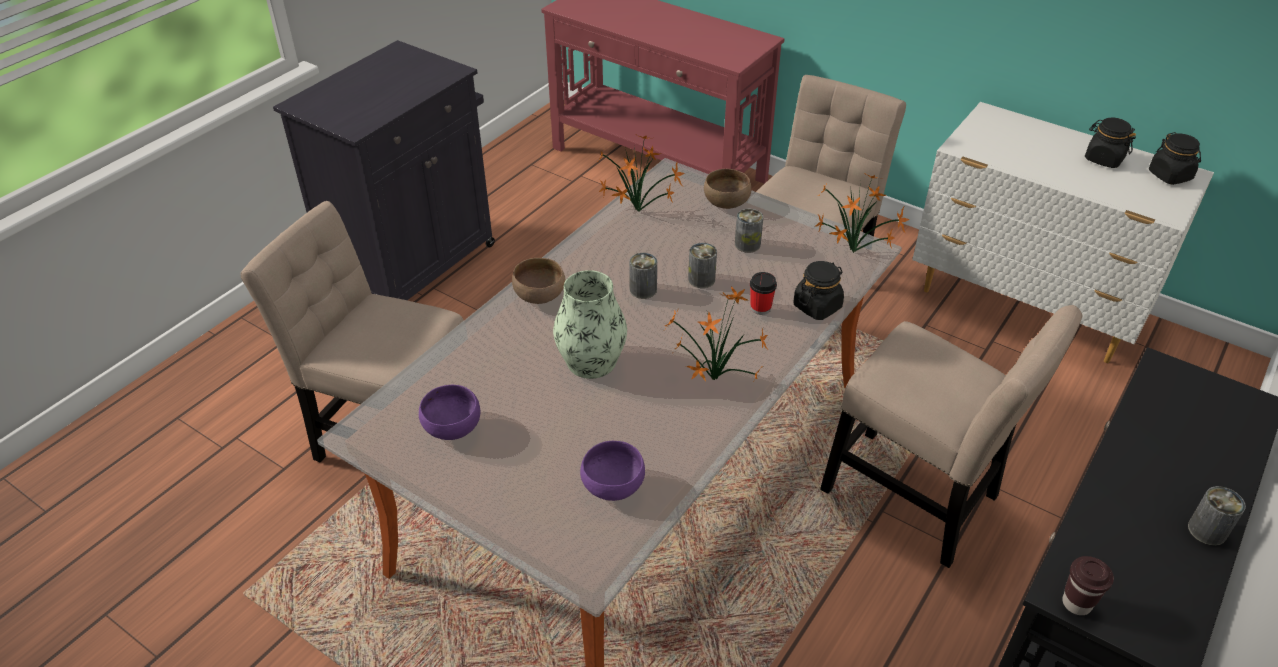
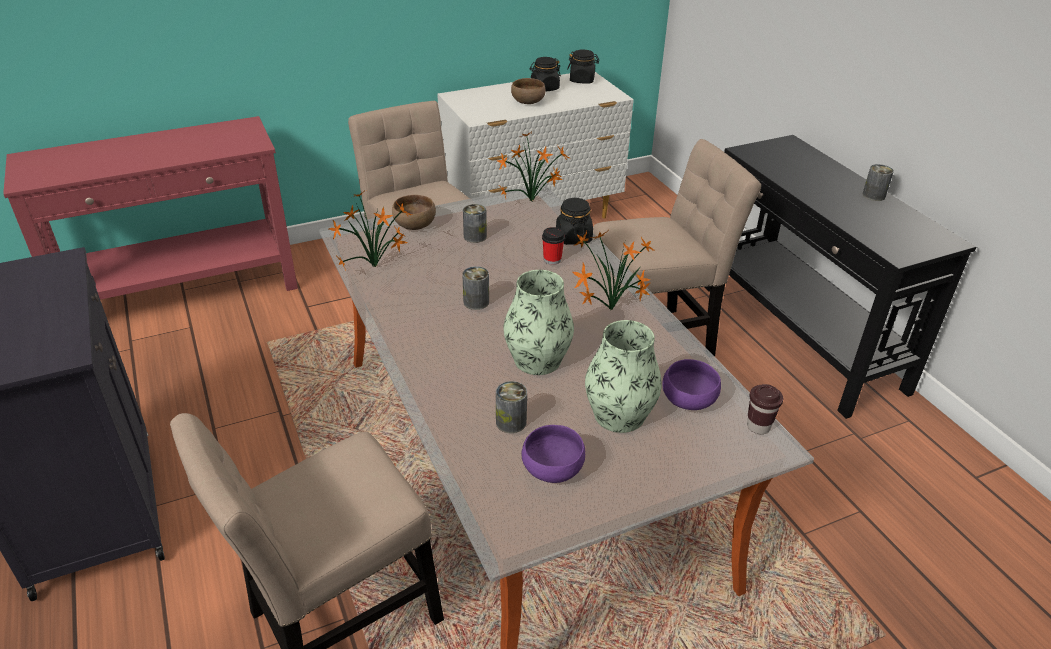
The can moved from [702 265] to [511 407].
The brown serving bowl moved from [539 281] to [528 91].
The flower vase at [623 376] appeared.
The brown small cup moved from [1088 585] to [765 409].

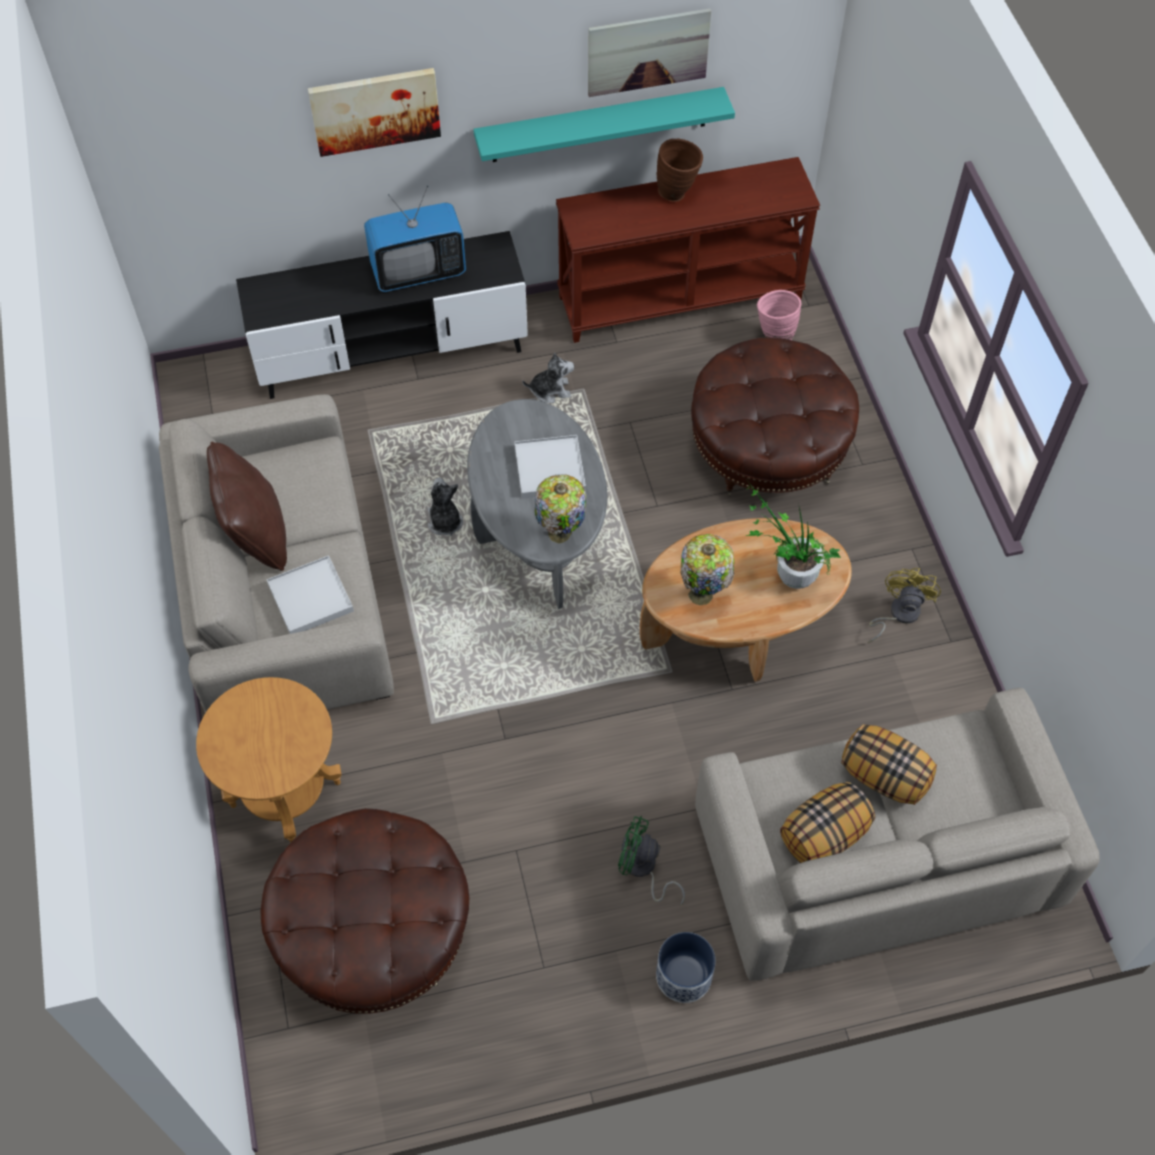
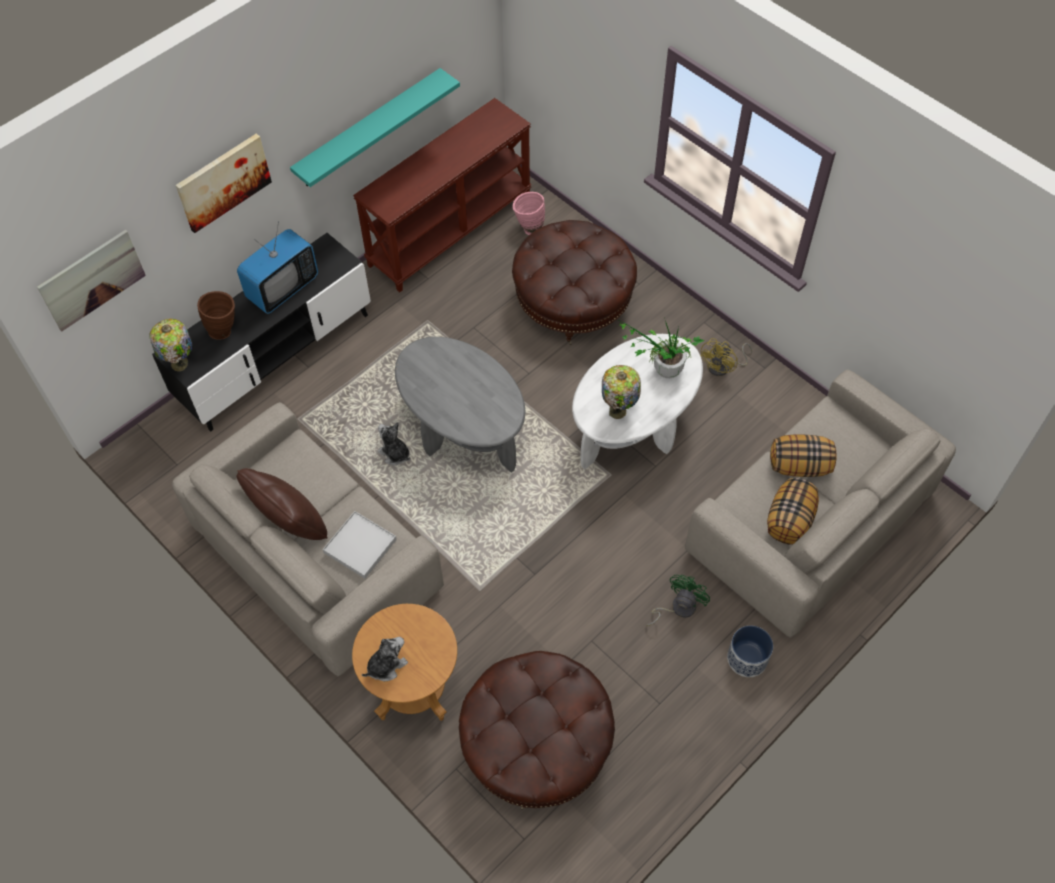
The wall picture moved from [649 52] to [91 280].
The lamp for a table moved from [560 509] to [170 345].
The brown flower vase moved from [680 170] to [216 315].
The soft toy moved from [548 378] to [385 659].
The brown low table at [746 600] became the white low table at [637 401].
The green fan at [651 860] turned 135 degrees clockwise.
The yellow fan at [904 605] turned 135 degrees counterclockwise.
The white carrying tray at [550 467] disappeared.

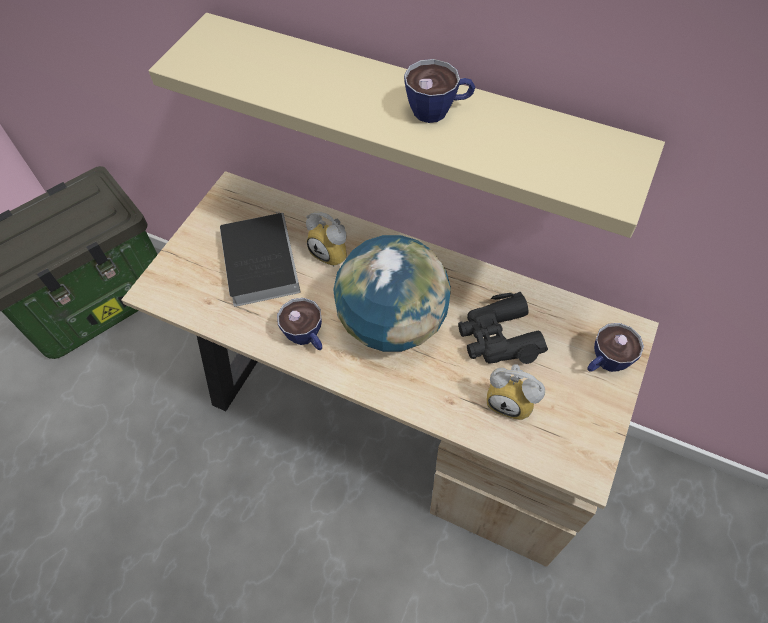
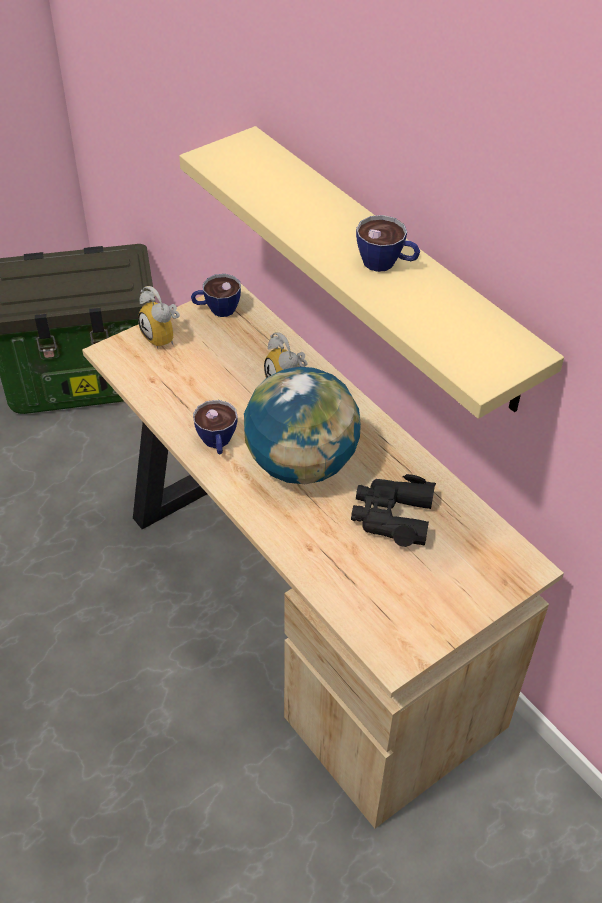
The alarm clock moved from [515 392] to [159 317].
The small cup moved from [615 347] to [216 295].
The volume at [260 259] disappeared.

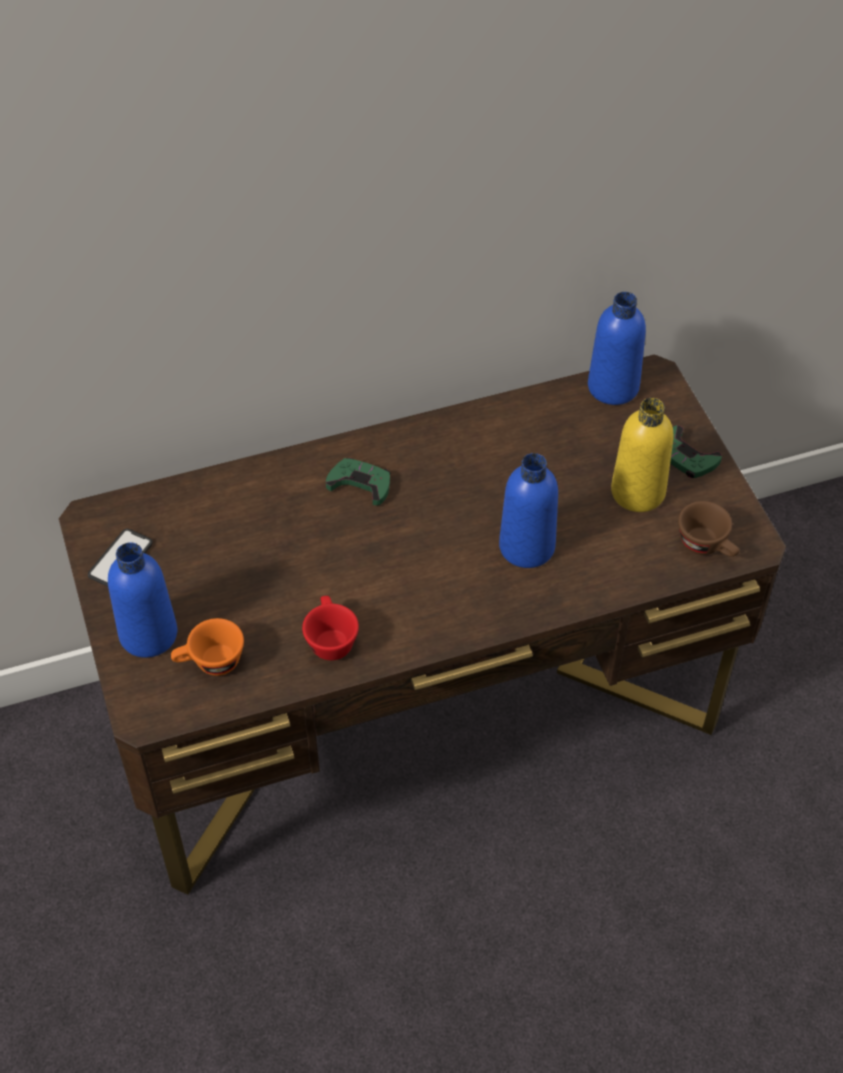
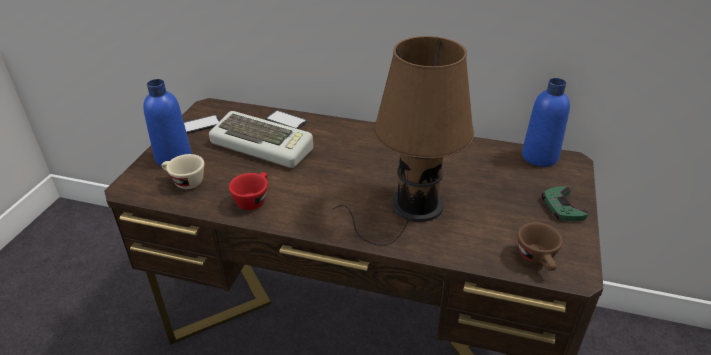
The orange-coloured small cup at [207 647] became the beige small cup at [182 171].
The keyboard at [261 139] appeared.
The telephone at [286 119] appeared.
The bluish drink bottle at [528 510] was replaced by the brown lamp for a table at [403 141].
The green game controller at [358 481] disappeared.
The yellow drink bottle at [642 455] disappeared.

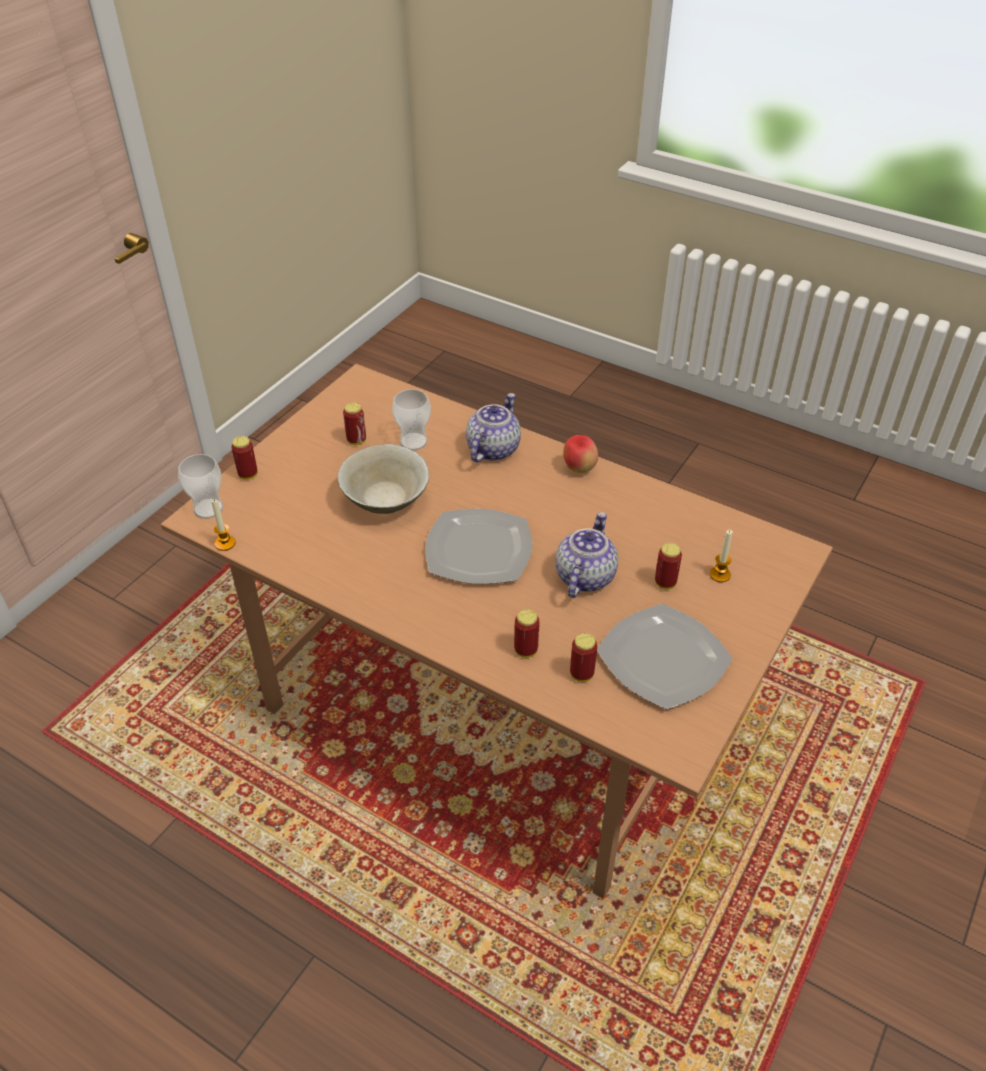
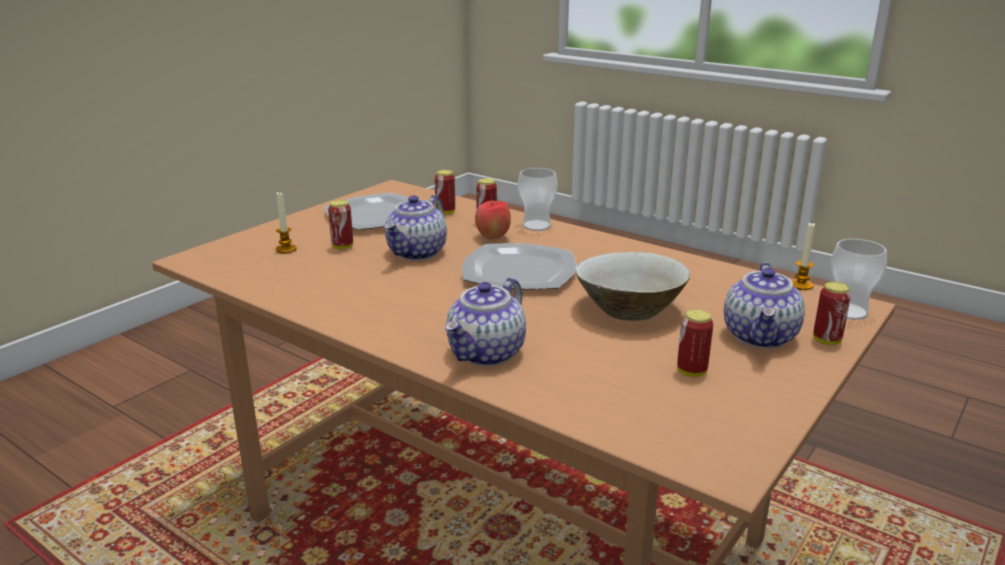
The apple moved from [580 454] to [493 220].
The small cup moved from [411 419] to [538 199].
The tea pot at [764 305] appeared.

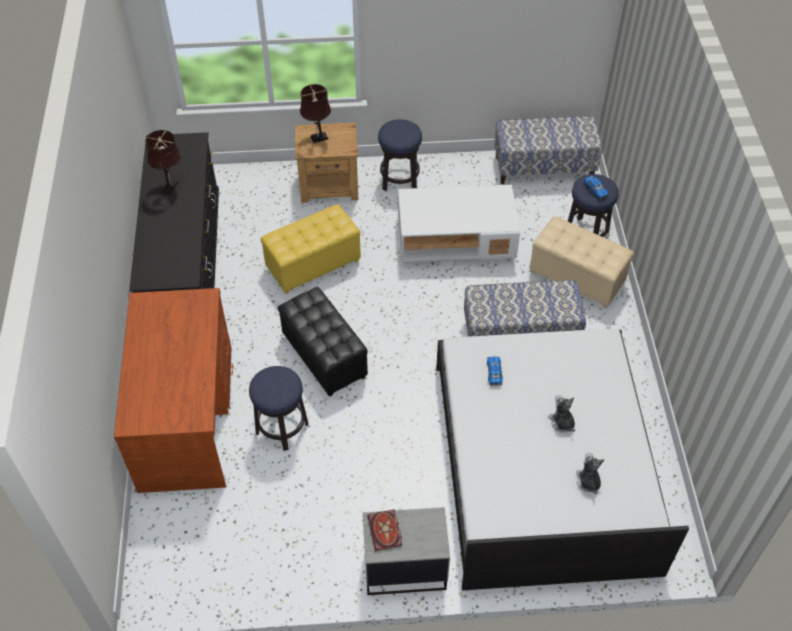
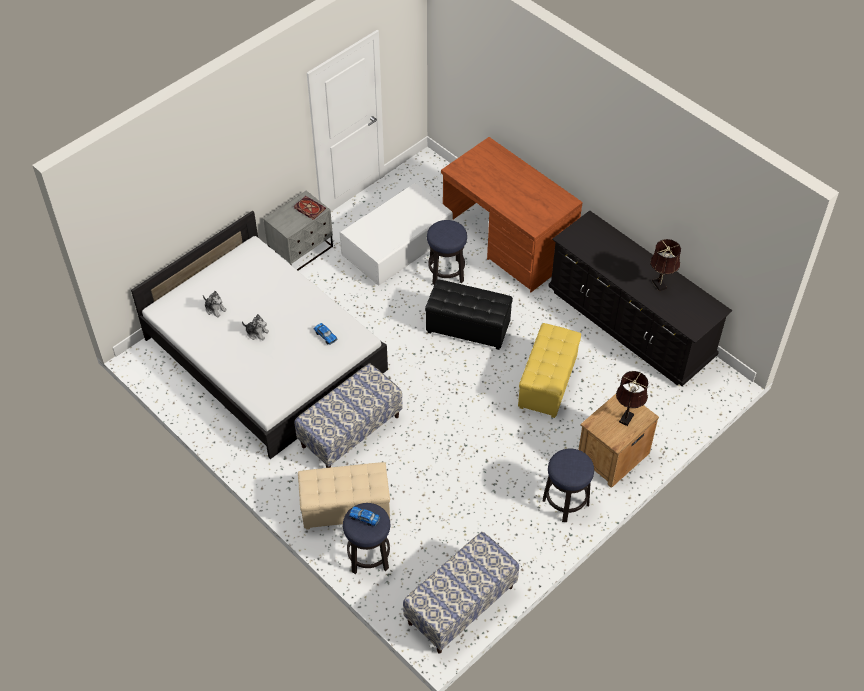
The white low table moved from [459 224] to [396 234].

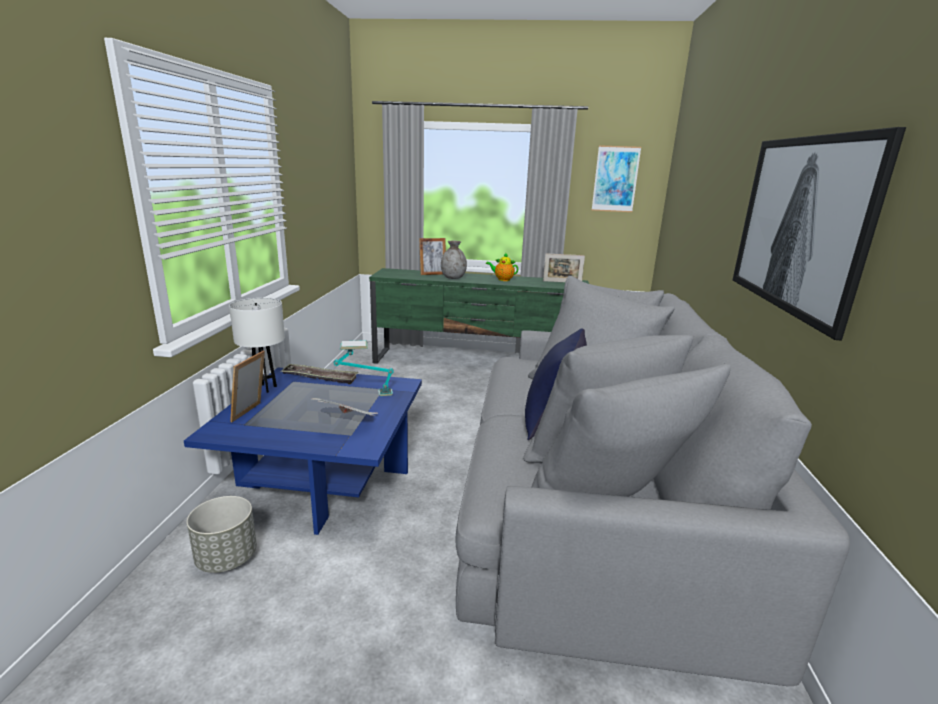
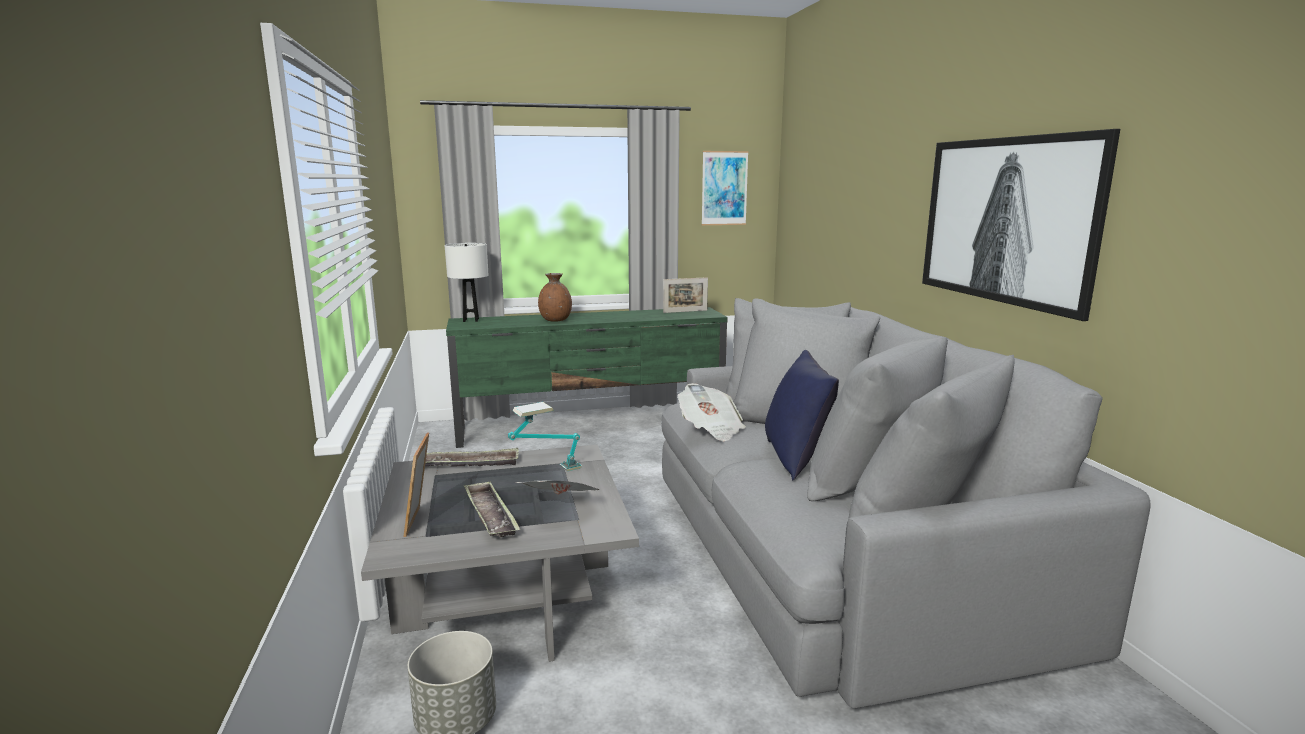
The bluish low table at [303 451] became the greyish low table at [500 553].
The white lamp for a table moved from [257 345] to [466 282].
The carrying tray at [492 509] appeared.
The greyish flower vase at [454 260] became the brown flower vase at [555 297].
The printed paper at [711 412] appeared.
The picture frame at [432 256] disappeared.
The tea pot at [502 266] disappeared.

